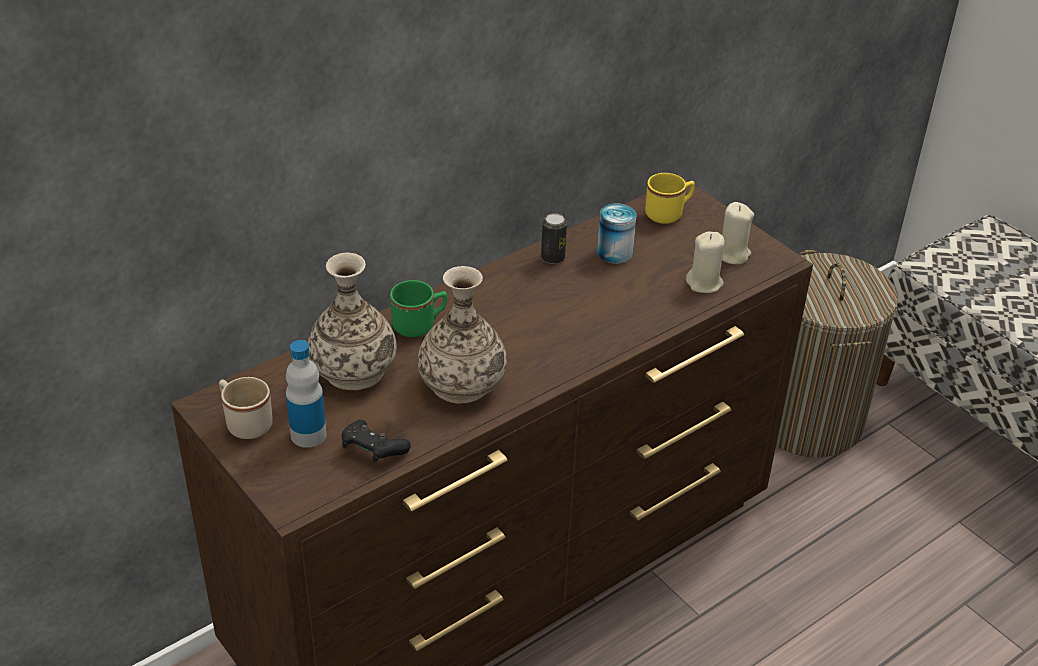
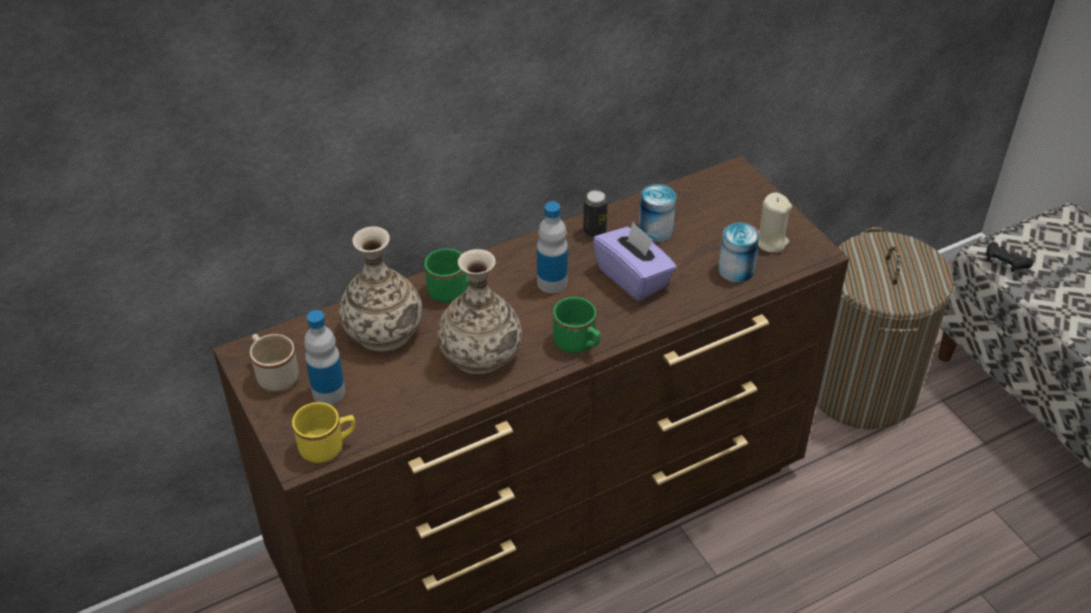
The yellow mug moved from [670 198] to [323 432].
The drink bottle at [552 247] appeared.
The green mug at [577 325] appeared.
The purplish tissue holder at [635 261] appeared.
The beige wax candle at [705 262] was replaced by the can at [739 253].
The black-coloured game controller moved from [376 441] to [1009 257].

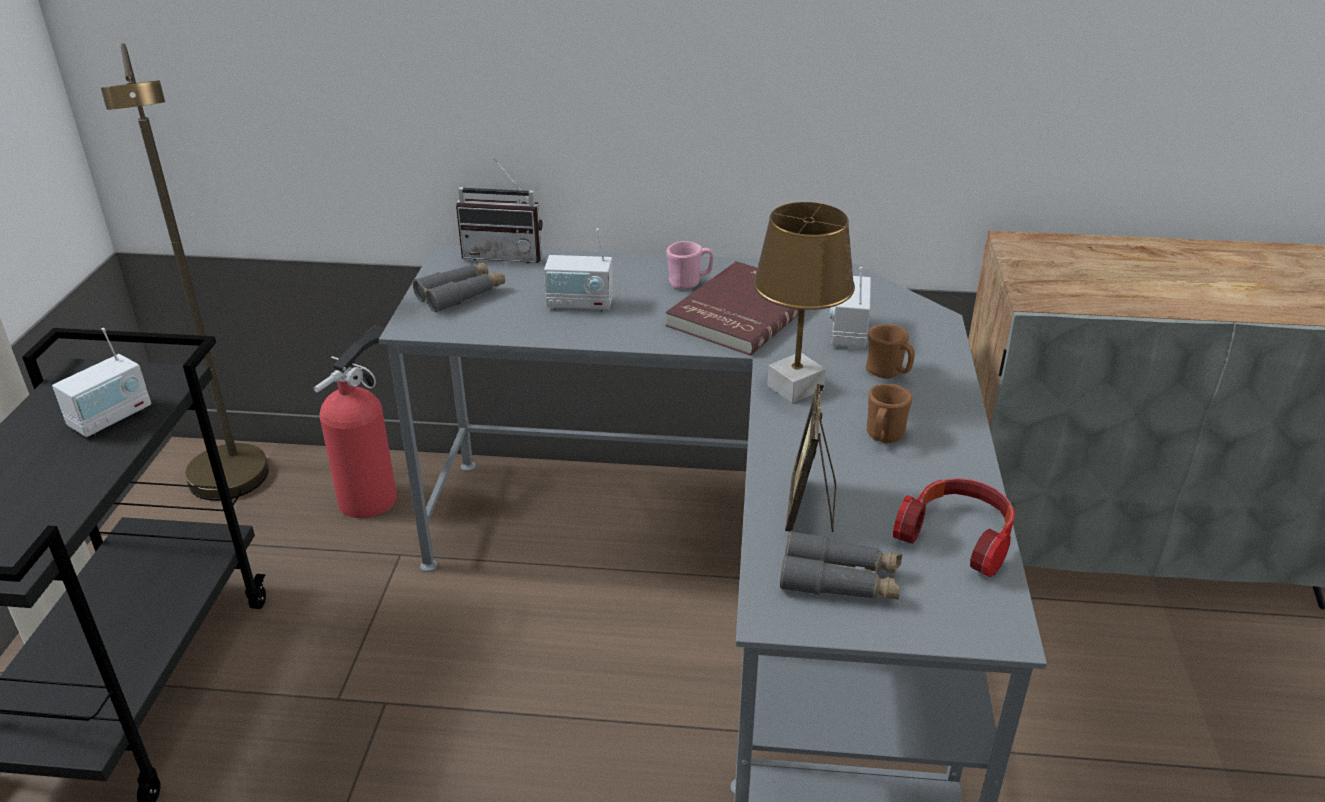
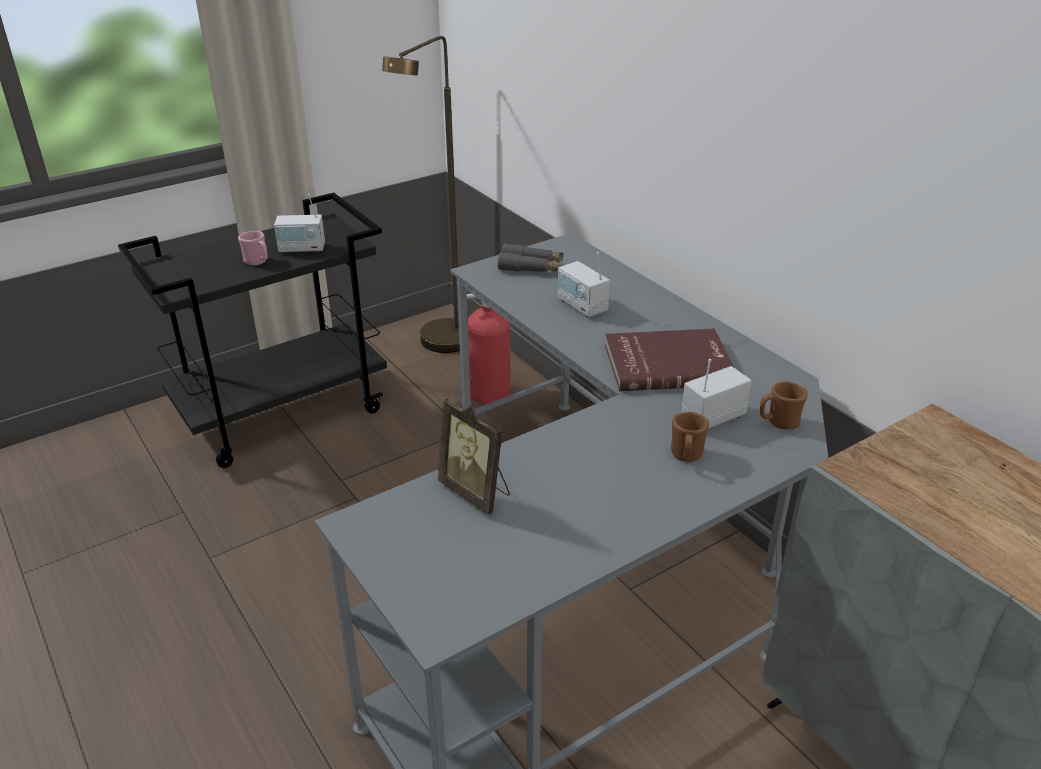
The pinkish mug moved from [689 265] to [253 248].
The picture frame at [810 458] turned 105 degrees counterclockwise.
The brown mug moved from [890 413] to [784 405].
The radio set at [499 210] disappeared.
The brown lamp for a table at [804 302] disappeared.
The greyish field glasses at [841 565] disappeared.
The pair of headphones at [954 527] disappeared.

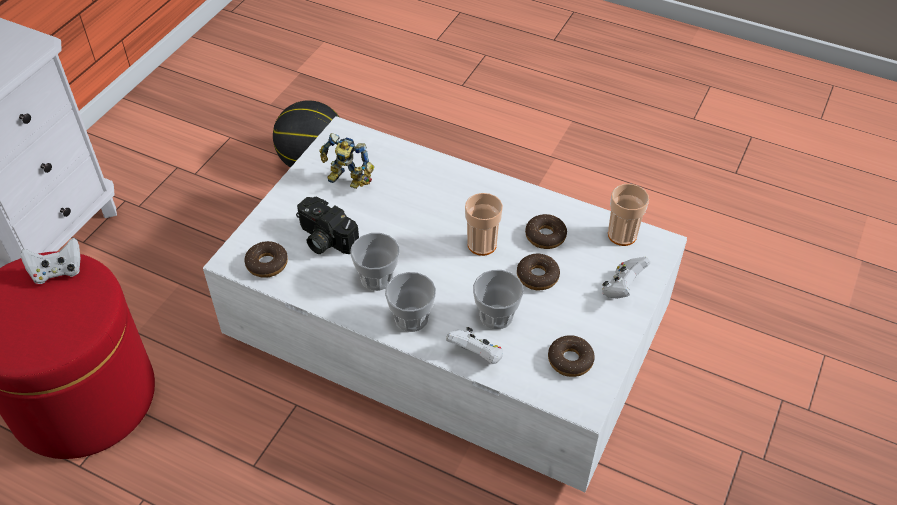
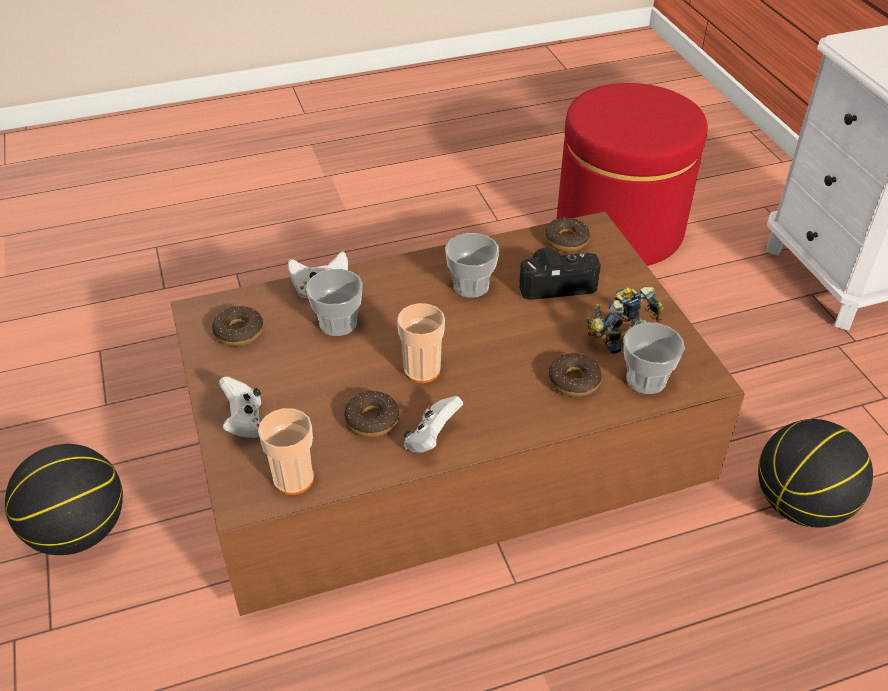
The ball for basketball at [64 499] appeared.
The white low table at [445 304] became the brown low table at [458 414].
The white game controller moved from [50 261] to [433 424].
The ring doughnut moved from [538 272] to [575 375].
The small cup moved from [410 302] to [654 358].

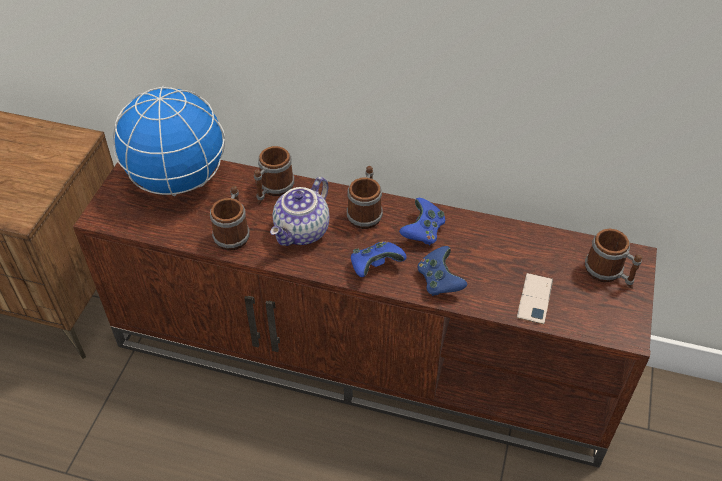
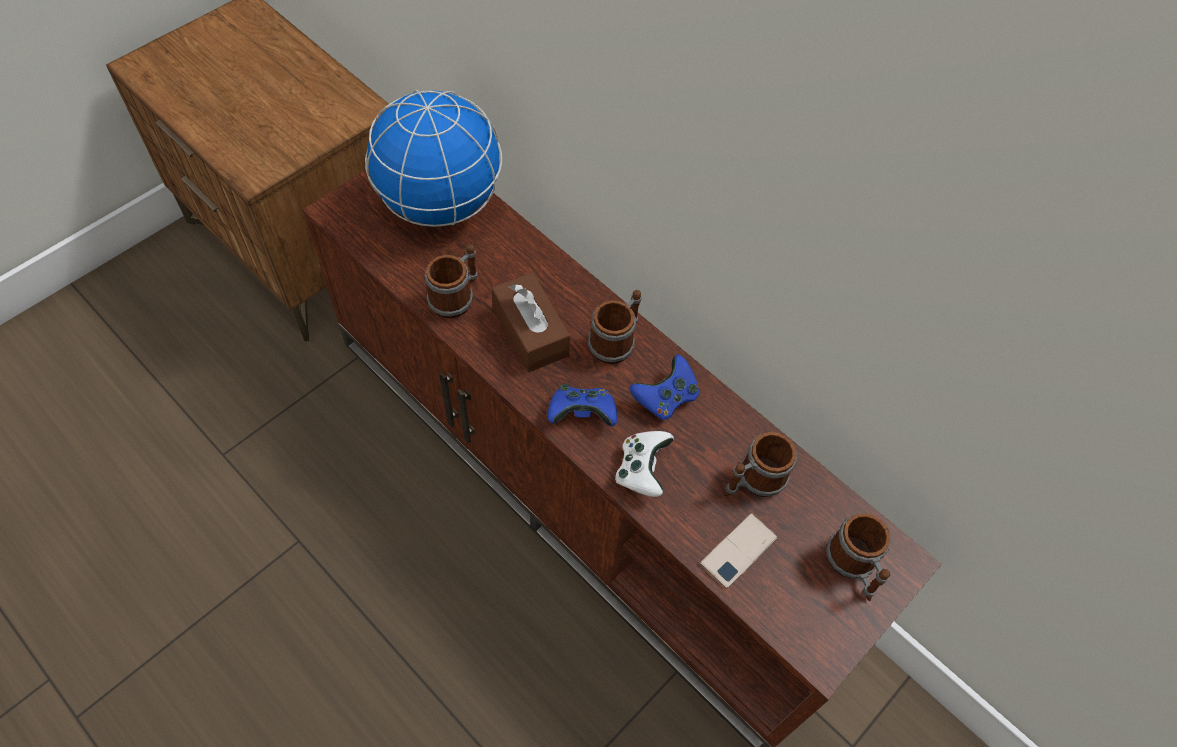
The tea pot at [300 211] was replaced by the brown tissue holder at [531 322].
The bluish game controller at [442 271] became the white game controller at [644 464].
The mug moved from [274 175] to [760 464].

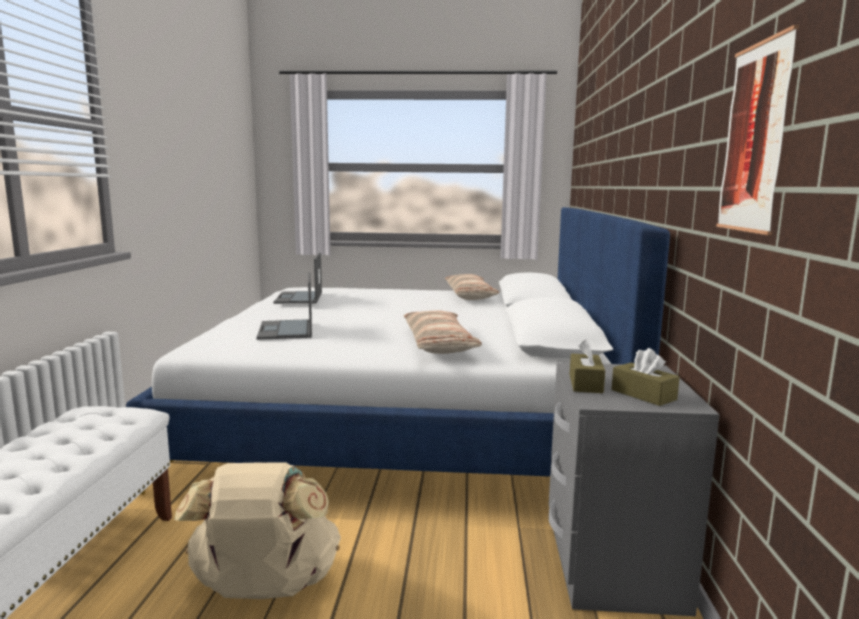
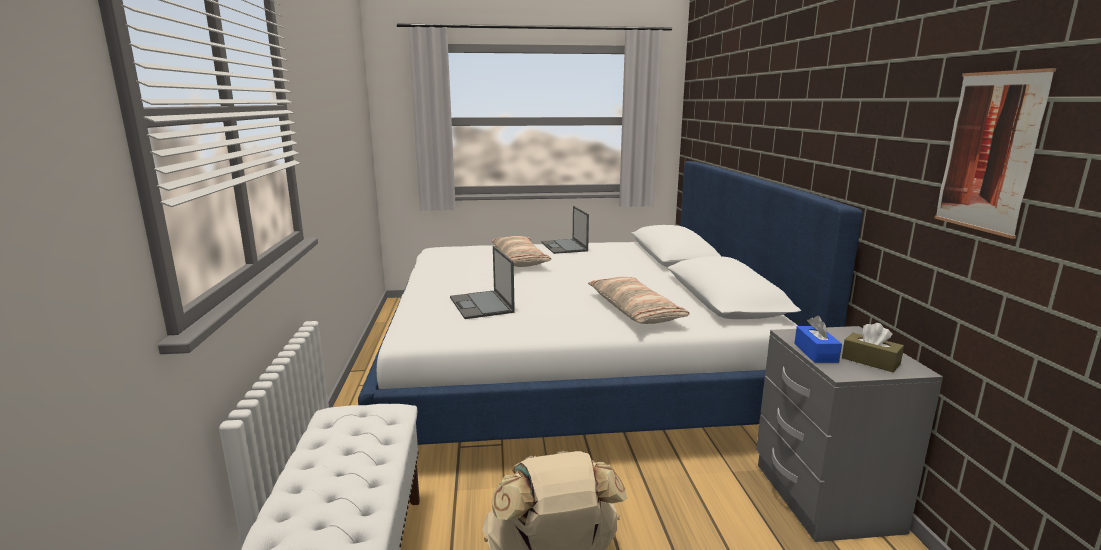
The throw pillow moved from [472 287] to [521 251].
The notebook computer moved from [298 278] to [565 230].
The brown tissue holder at [587 366] became the bluish tissue holder at [818 339].

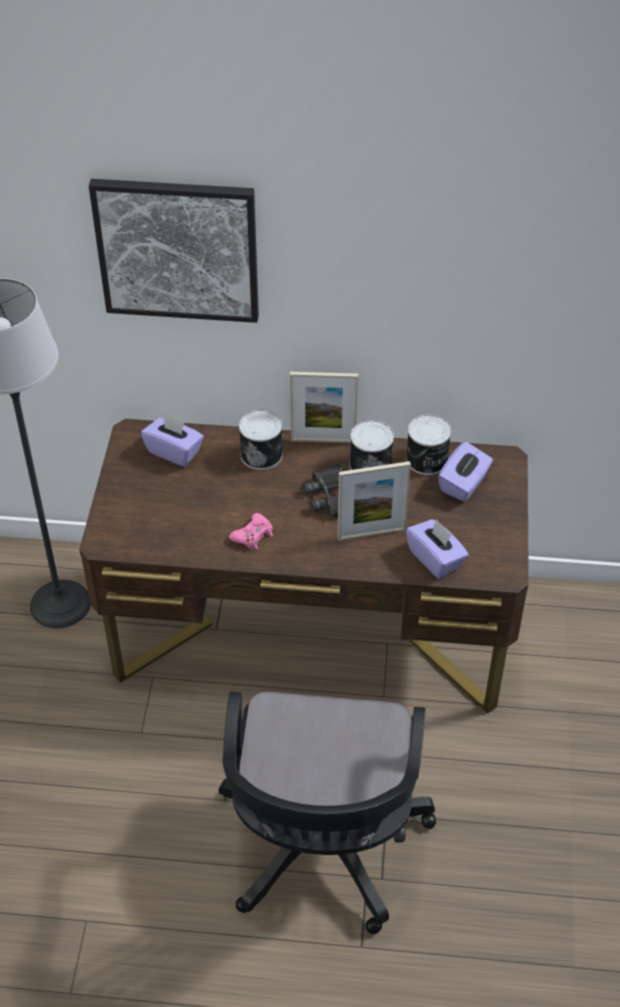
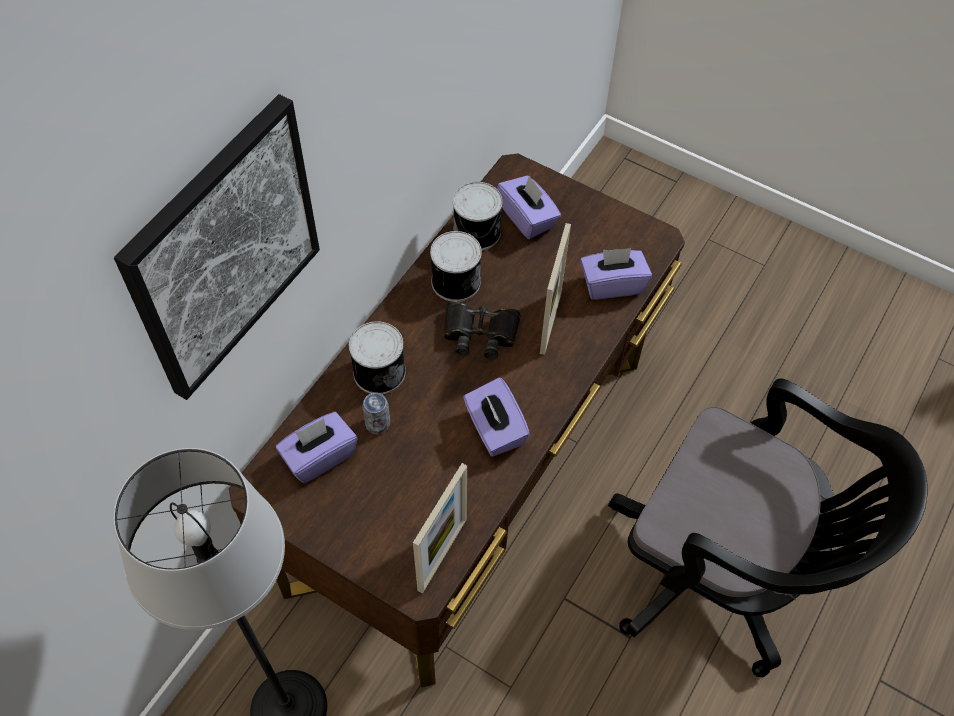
The can at [376 413] appeared.
The picture frame moved from [324 407] to [440 528].
The pinkish game controller at [251 531] was replaced by the purplish tissue holder at [496 416].

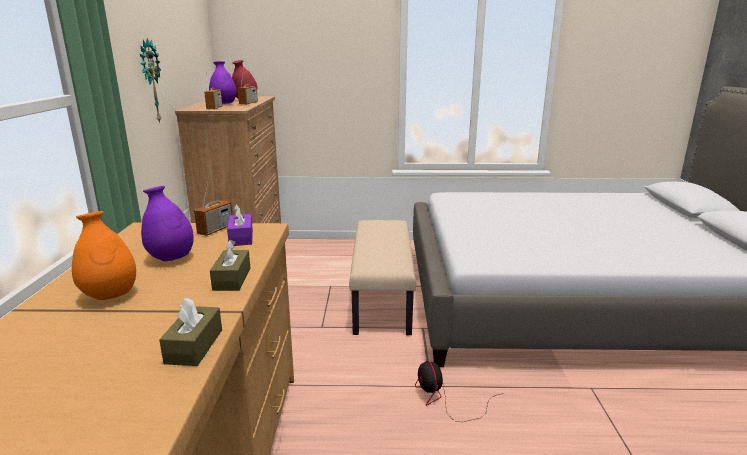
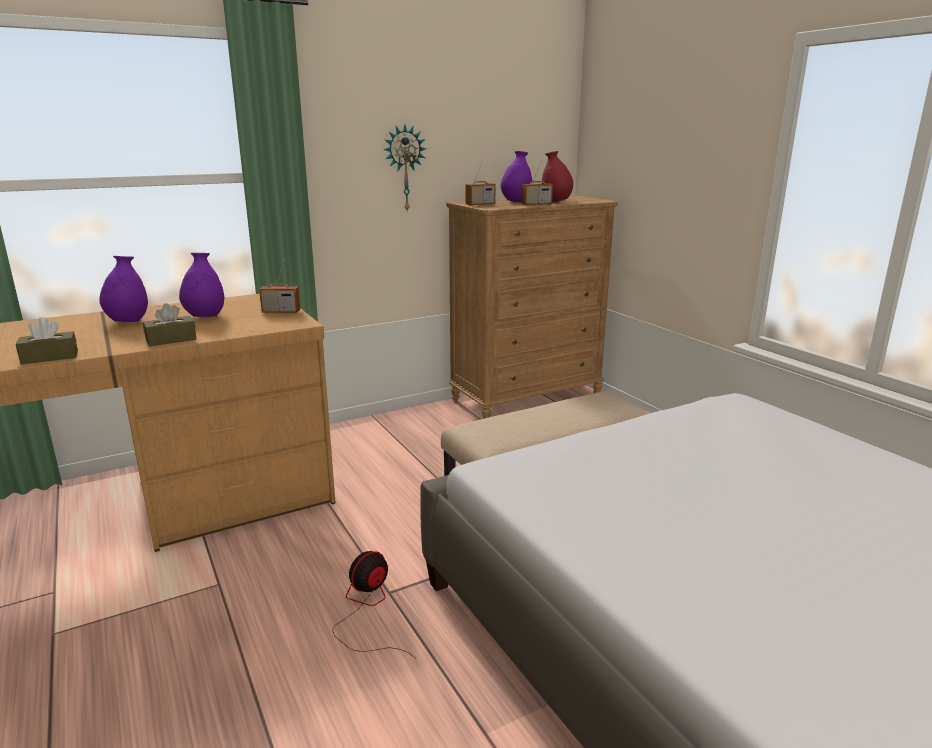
The orange-coloured flower vase at [104 255] became the purplish flower vase at [123 289].
The purplish tissue holder at [240 225] disappeared.

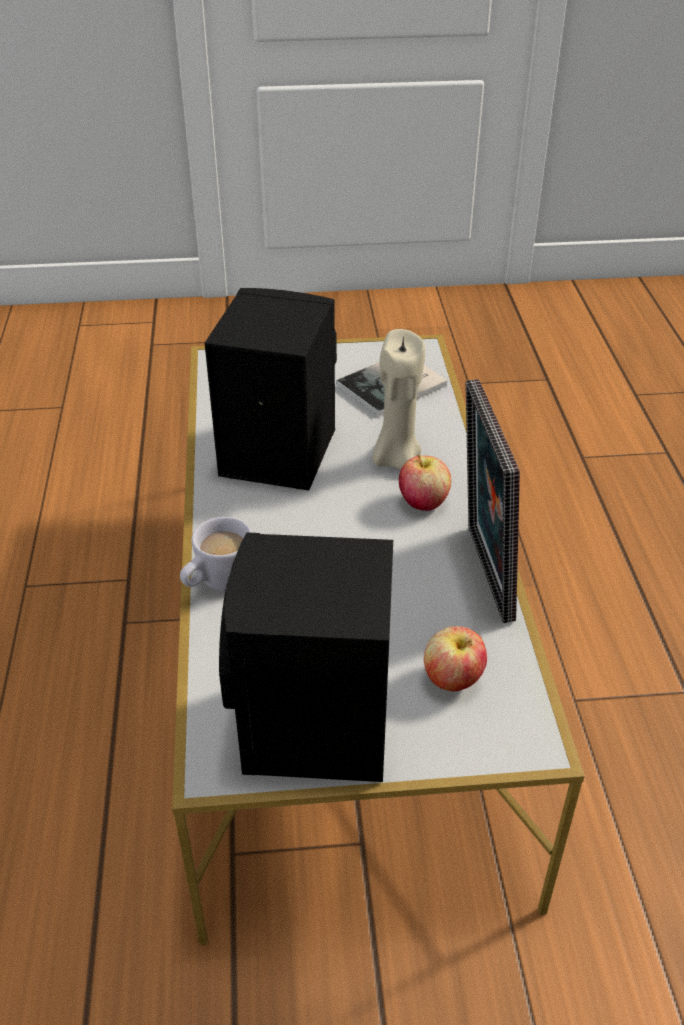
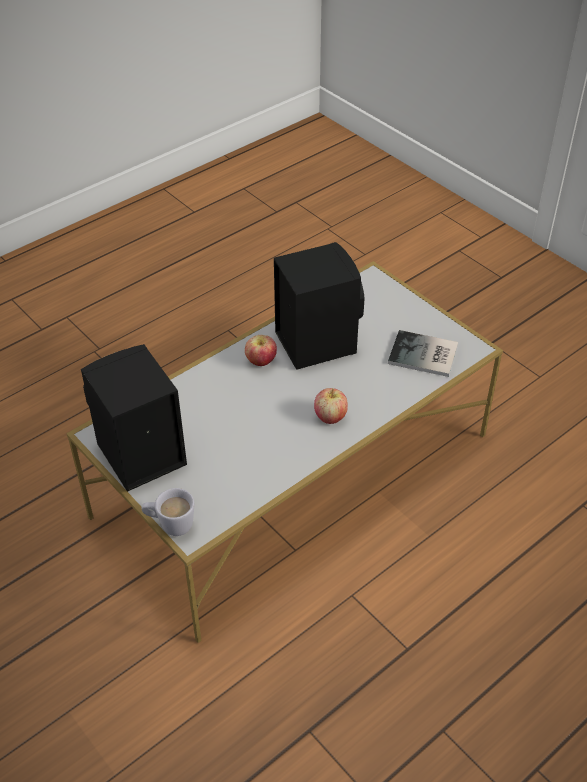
The white mug moved from [216 554] to [168 512].
The apple moved from [455 658] to [261 350].
The beige wax candle at [398 399] disappeared.
The picture frame at [492 501] disappeared.

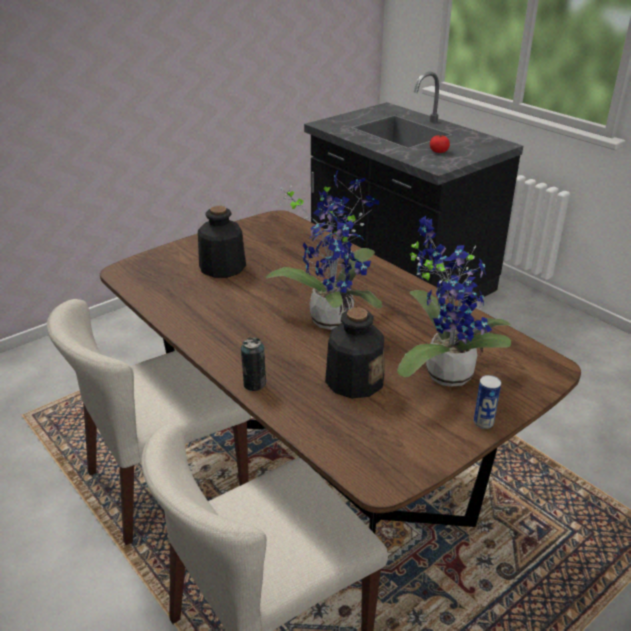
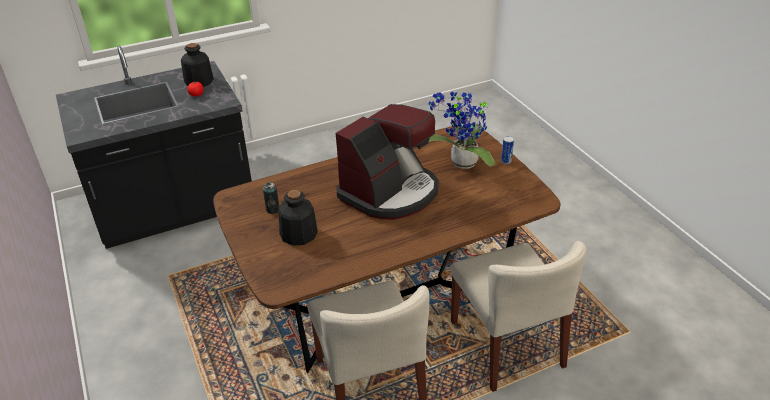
The drink bottle moved from [354 353] to [197 65].
The can moved from [253 364] to [271 198].
The plant in a pot at [324 250] was replaced by the coffee machine at [387 162].

